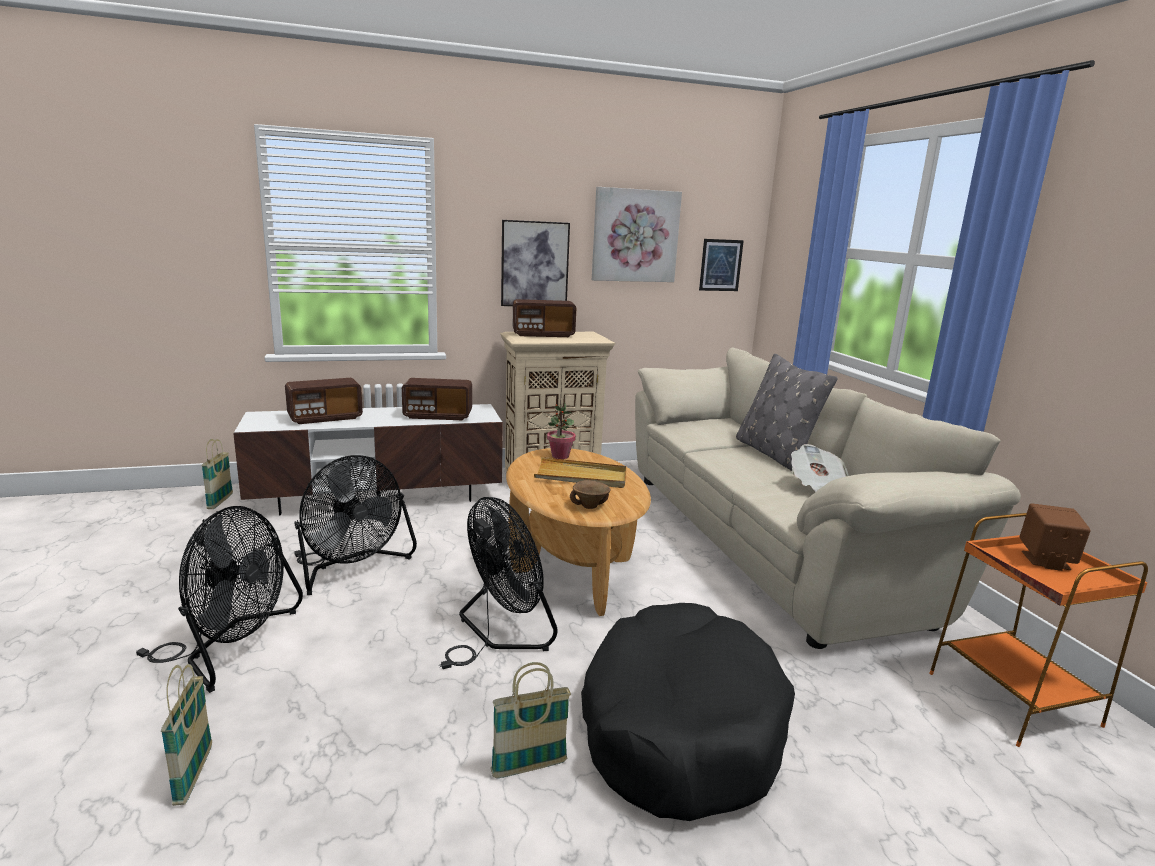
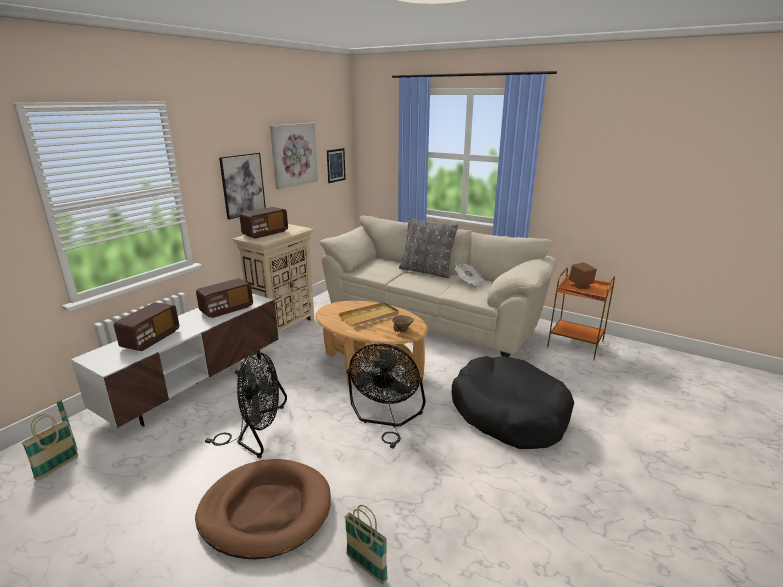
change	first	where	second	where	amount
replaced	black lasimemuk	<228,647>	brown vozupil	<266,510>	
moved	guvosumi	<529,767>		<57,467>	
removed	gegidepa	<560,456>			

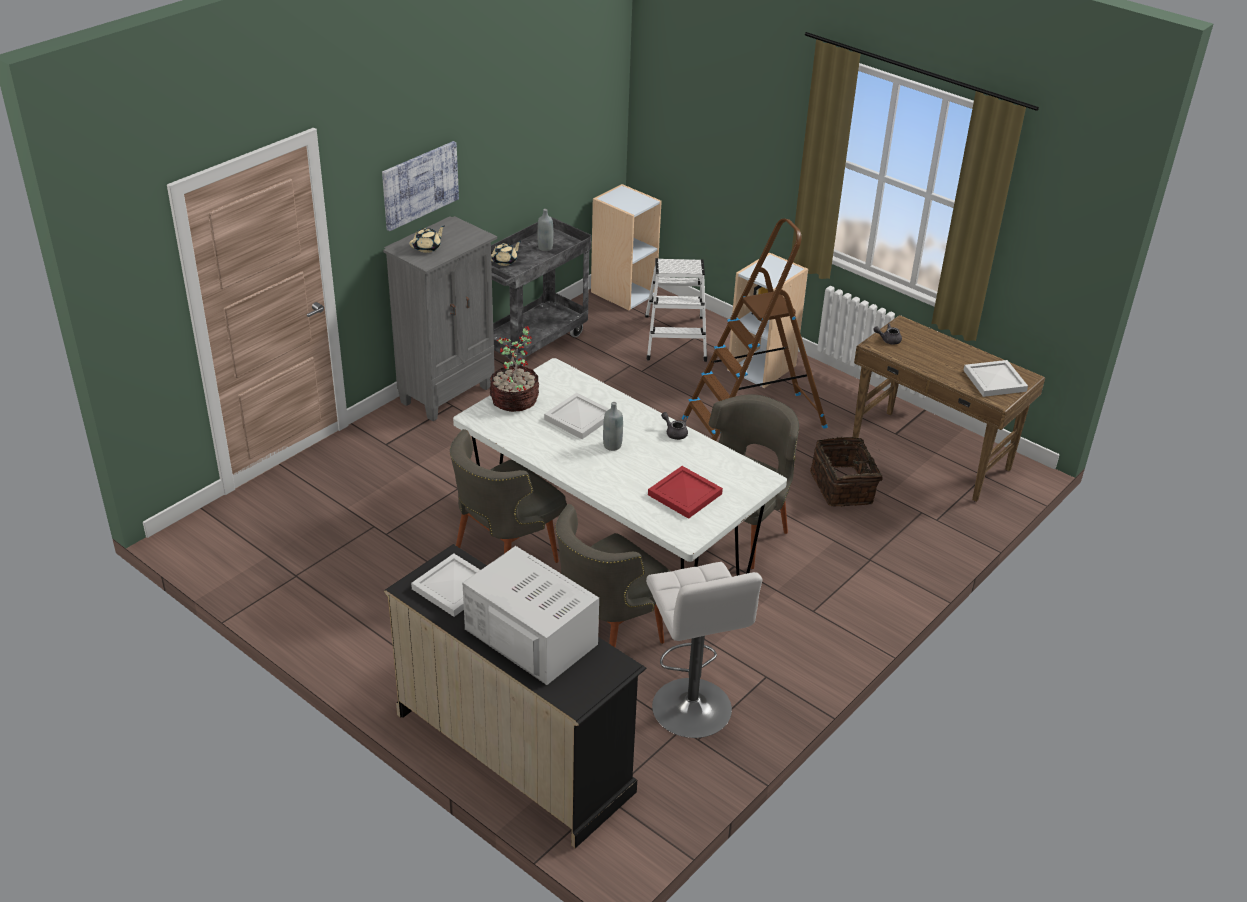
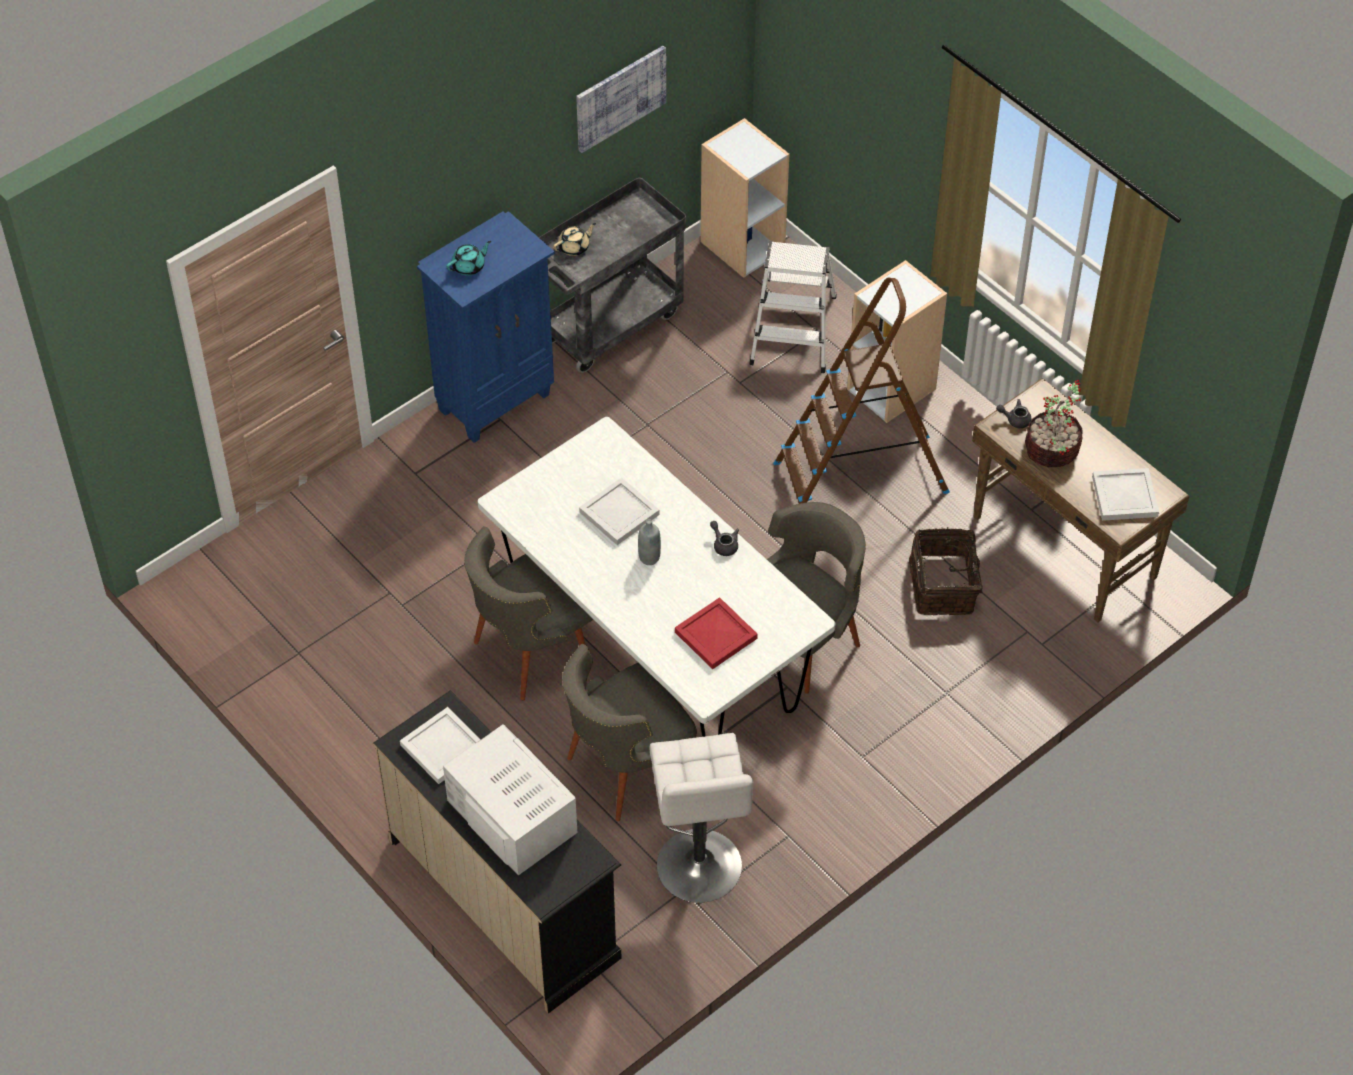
change	first	where	second	where	amount
moved	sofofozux	<420,185>		<620,97>	
recoloured	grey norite	<447,396>	blue norite	<496,404>	
recoloured	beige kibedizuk	<427,248>	turquoise kibedizuk	<469,266>	
moved	gegidepa	<514,401>		<1052,451>	
removed	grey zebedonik	<545,248>			

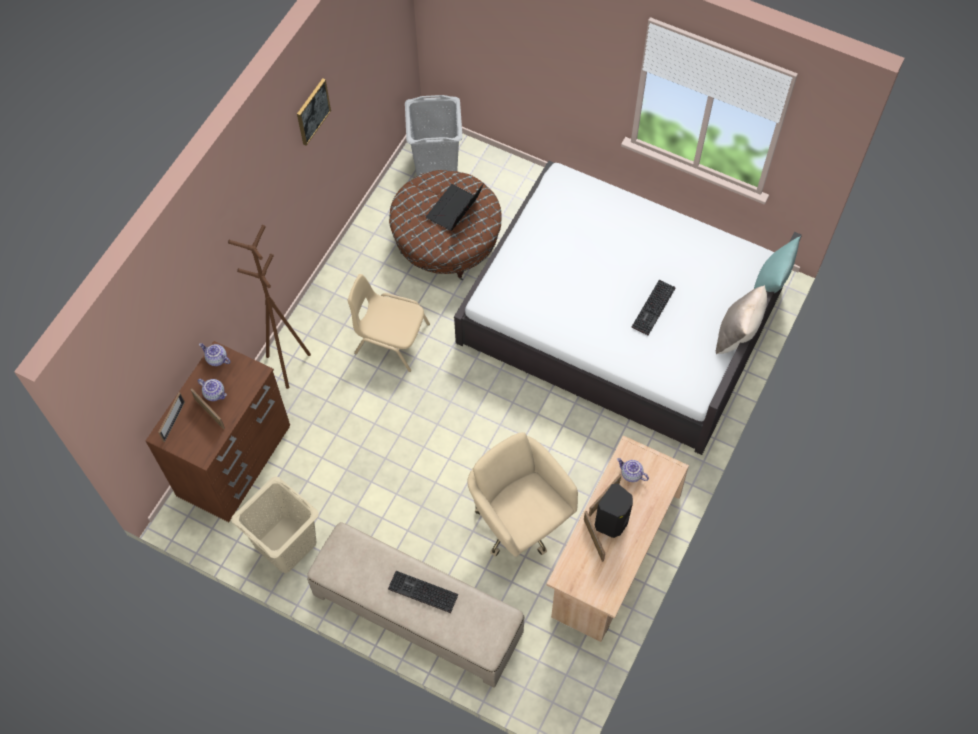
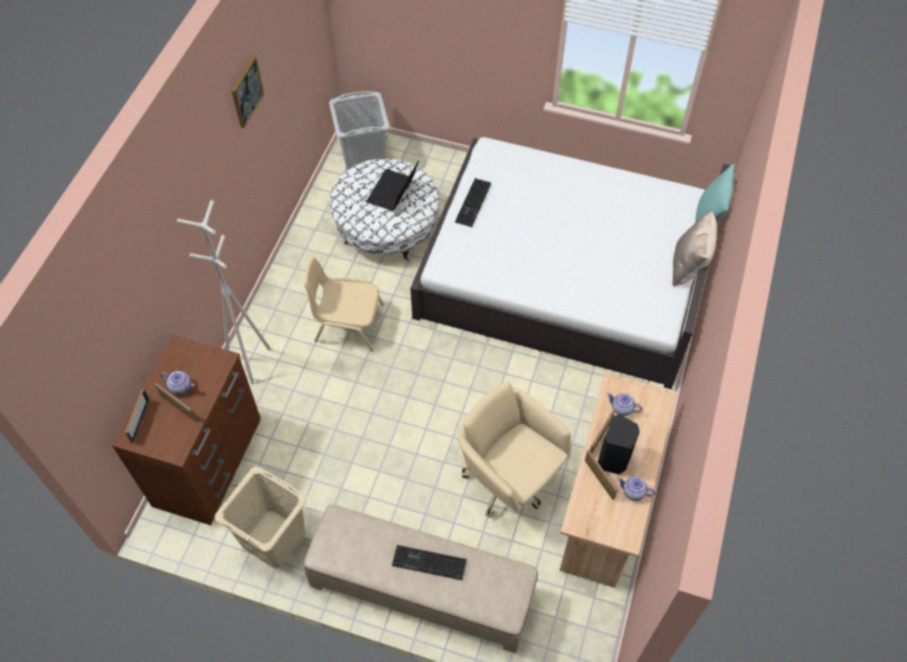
change	first	where	second	where	amount
moved	kibedizuk	<216,359>		<633,492>	
recoloured	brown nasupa	<288,365>	grey nasupa	<250,362>	
recoloured	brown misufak	<447,241>	white misufak	<387,227>	
moved	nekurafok	<654,309>		<474,204>	

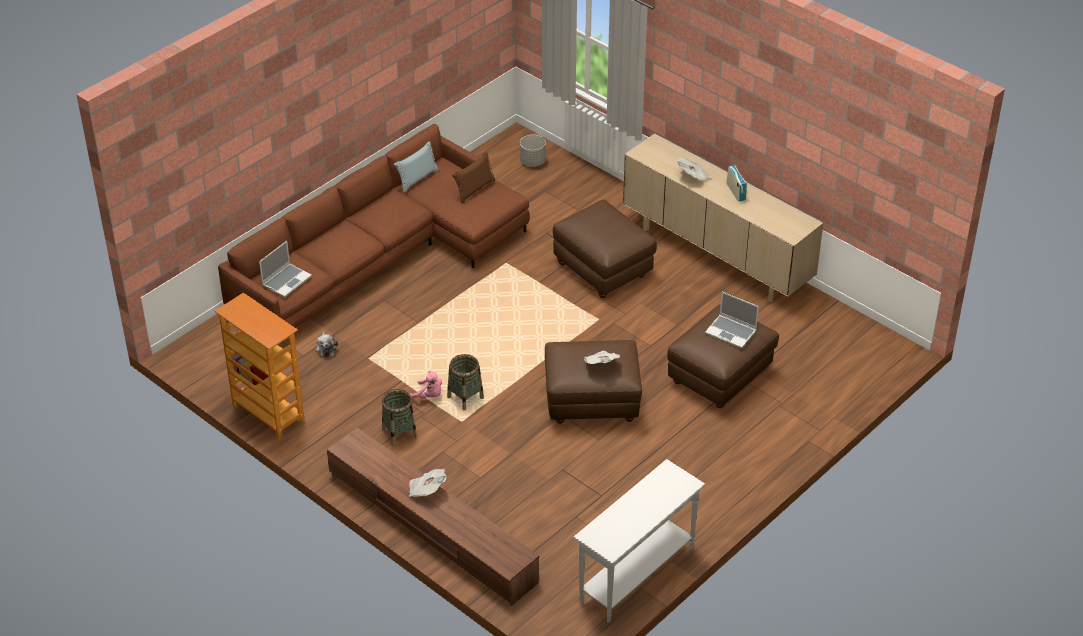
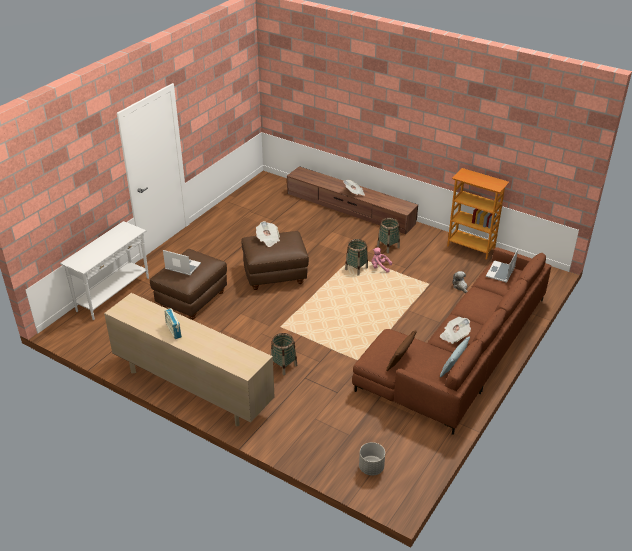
change	first	where	second	where	amount
replaced	brown misufak	<603,269>	guvosumi	<283,366>	
moved	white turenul	<637,576>		<113,294>	
moved	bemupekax	<693,176>		<454,336>	

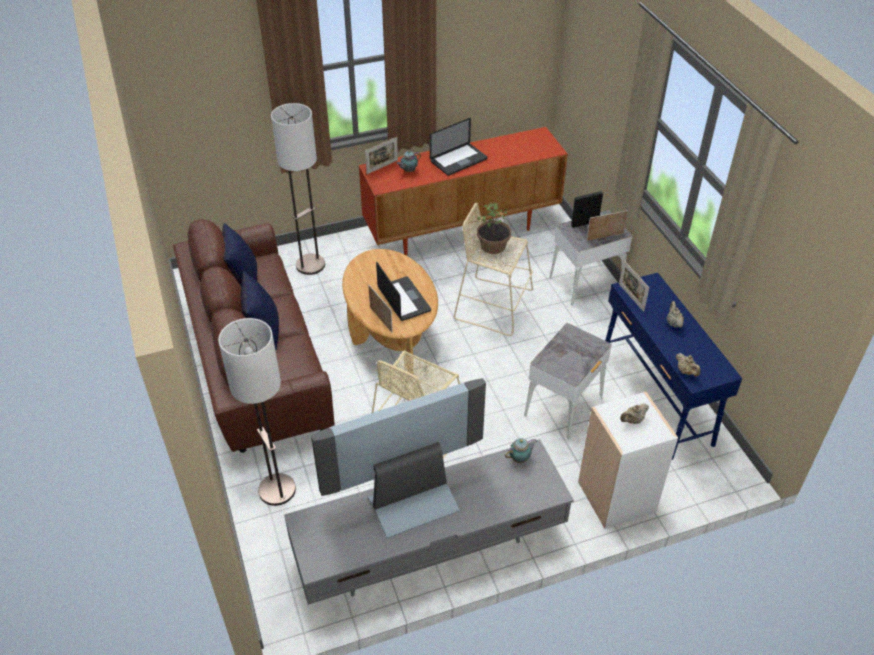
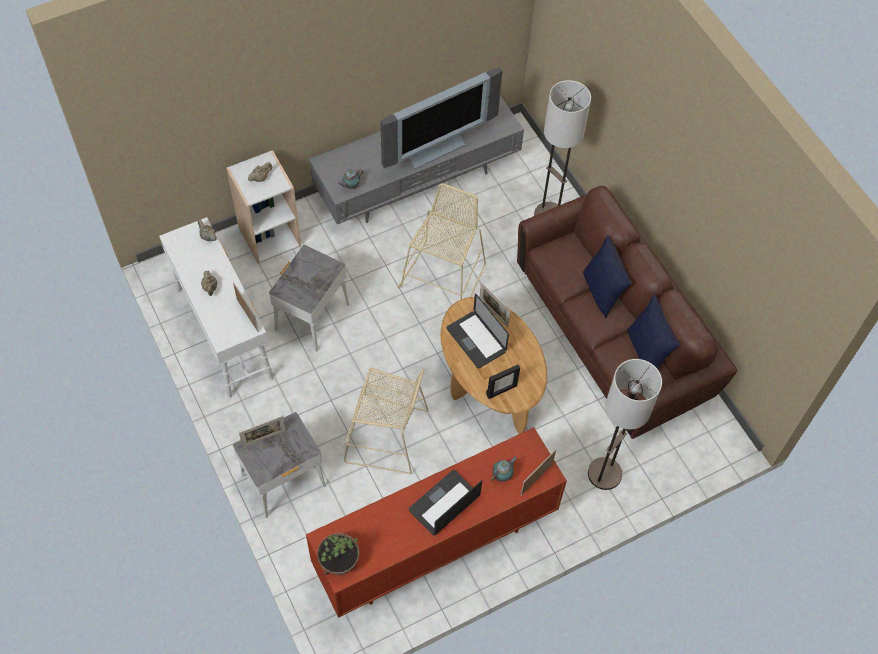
change	first	where	second	where	amount
moved	gegidepa	<493,246>		<339,560>	
moved	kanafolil	<585,224>		<501,390>	
recoloured	blue turenul	<654,400>	white turenul	<225,333>	

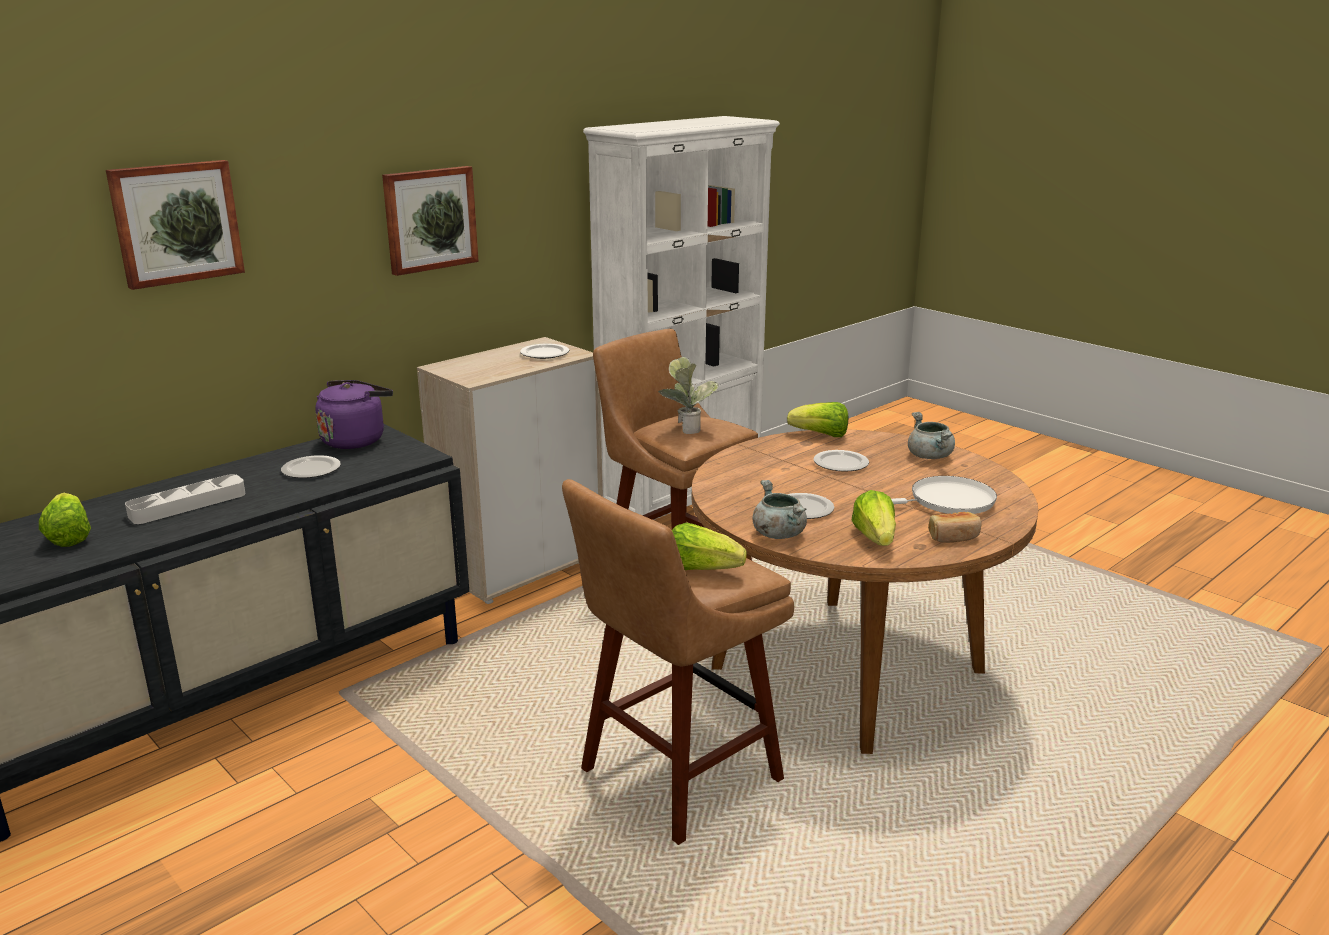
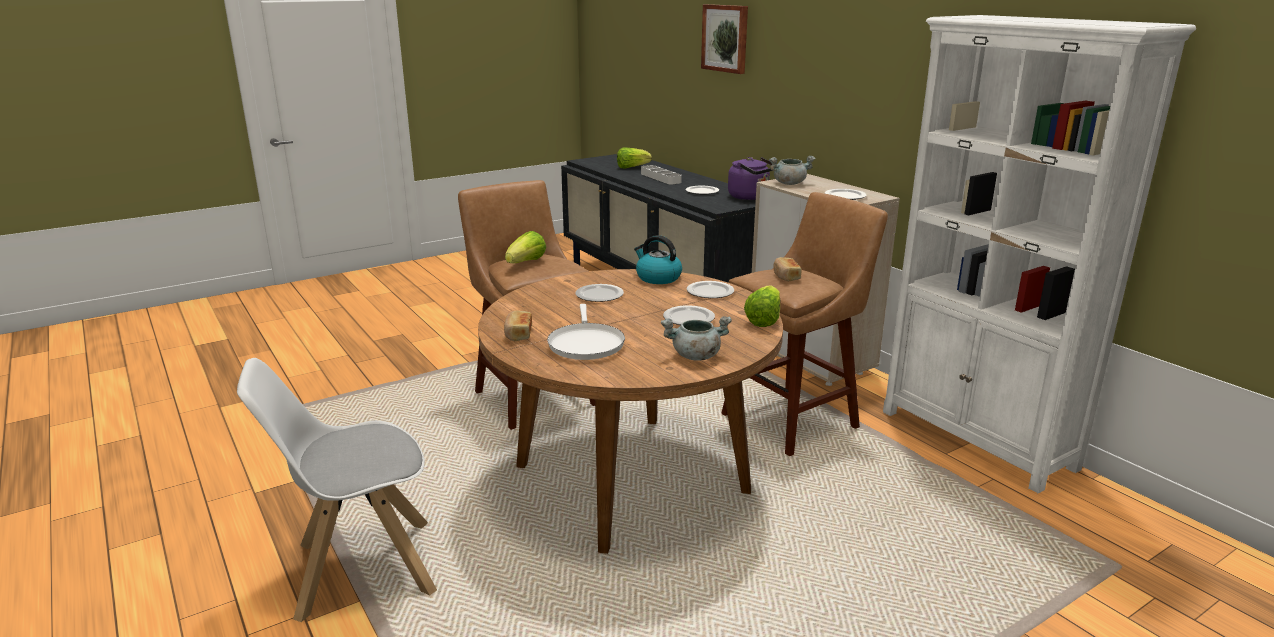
change	first	where	second	where	amount
removed	sofofozux	<429,219>			
replaced	gegidepa	<686,428>	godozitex	<785,276>	
moved	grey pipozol	<778,534>		<789,183>	
removed	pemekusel	<875,538>			
added			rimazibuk	<360,569>	
added			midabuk	<657,278>	
added			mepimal	<709,292>	

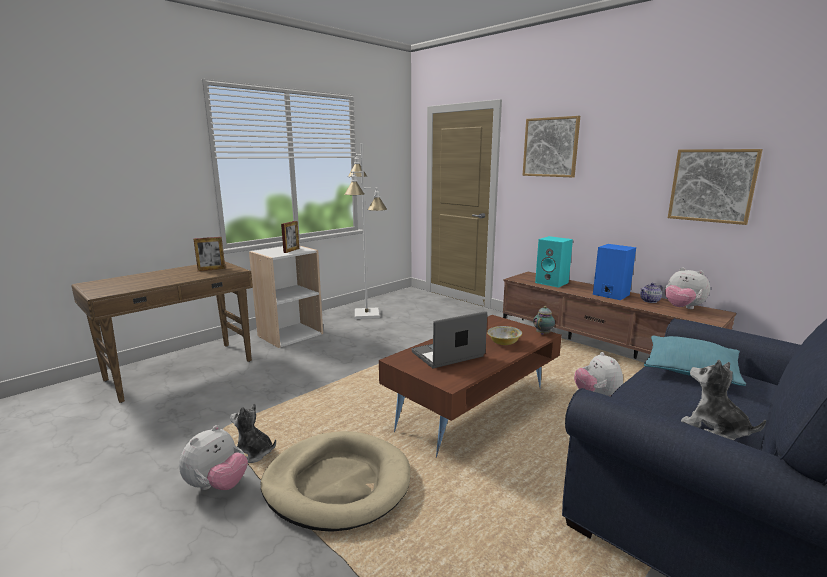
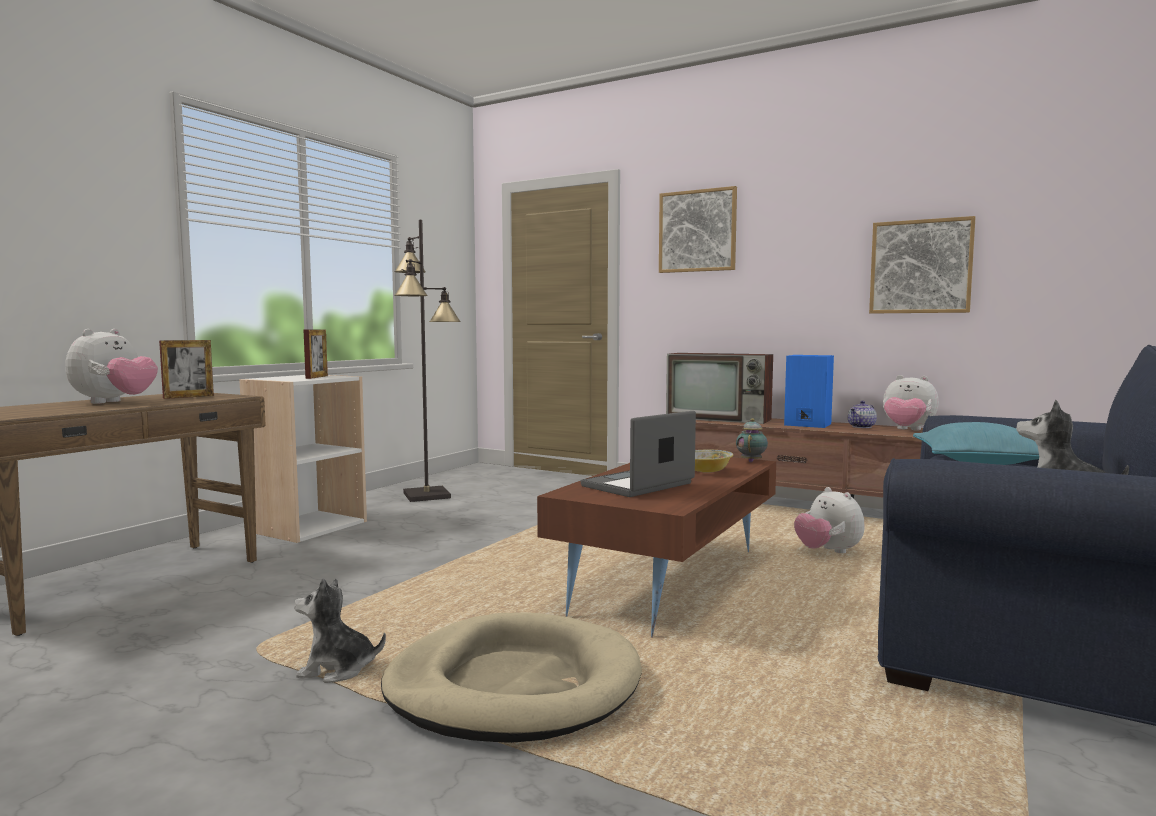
change	first	where	second	where	amount
moved	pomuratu	<217,485>		<114,402>	
recoloured	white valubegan	<367,314>	black valubegan	<427,495>	
replaced	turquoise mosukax	<552,283>	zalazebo	<720,419>	

